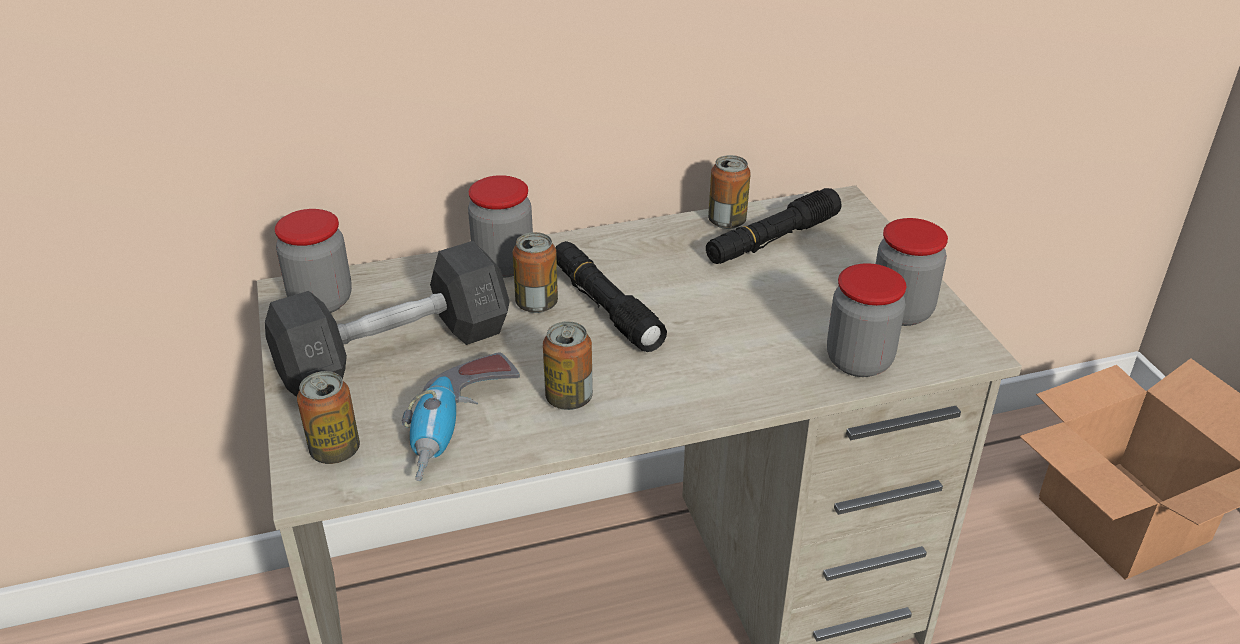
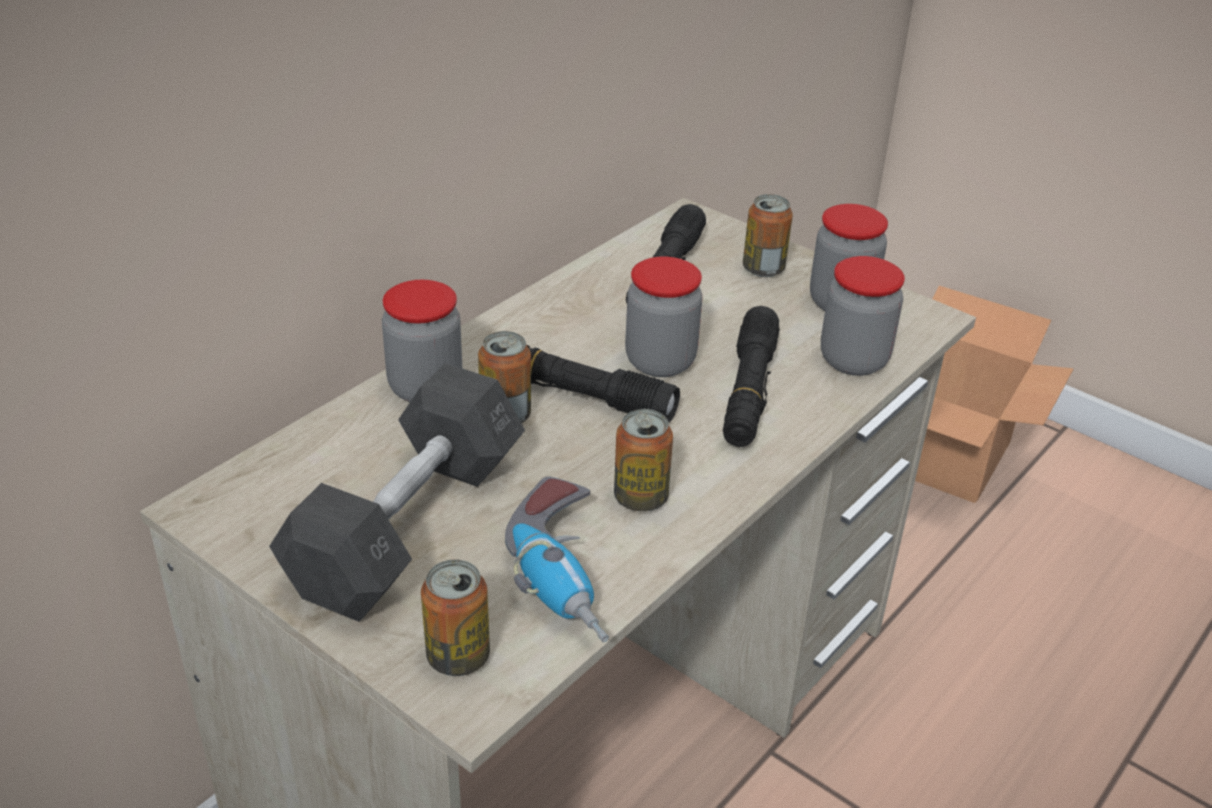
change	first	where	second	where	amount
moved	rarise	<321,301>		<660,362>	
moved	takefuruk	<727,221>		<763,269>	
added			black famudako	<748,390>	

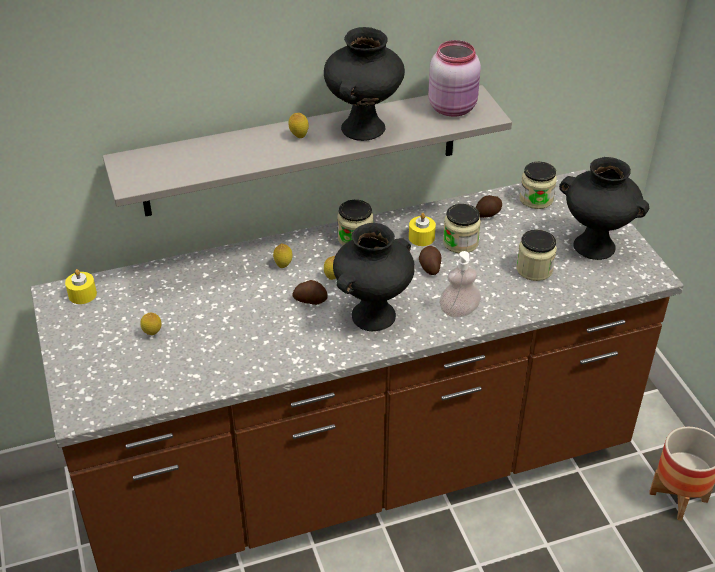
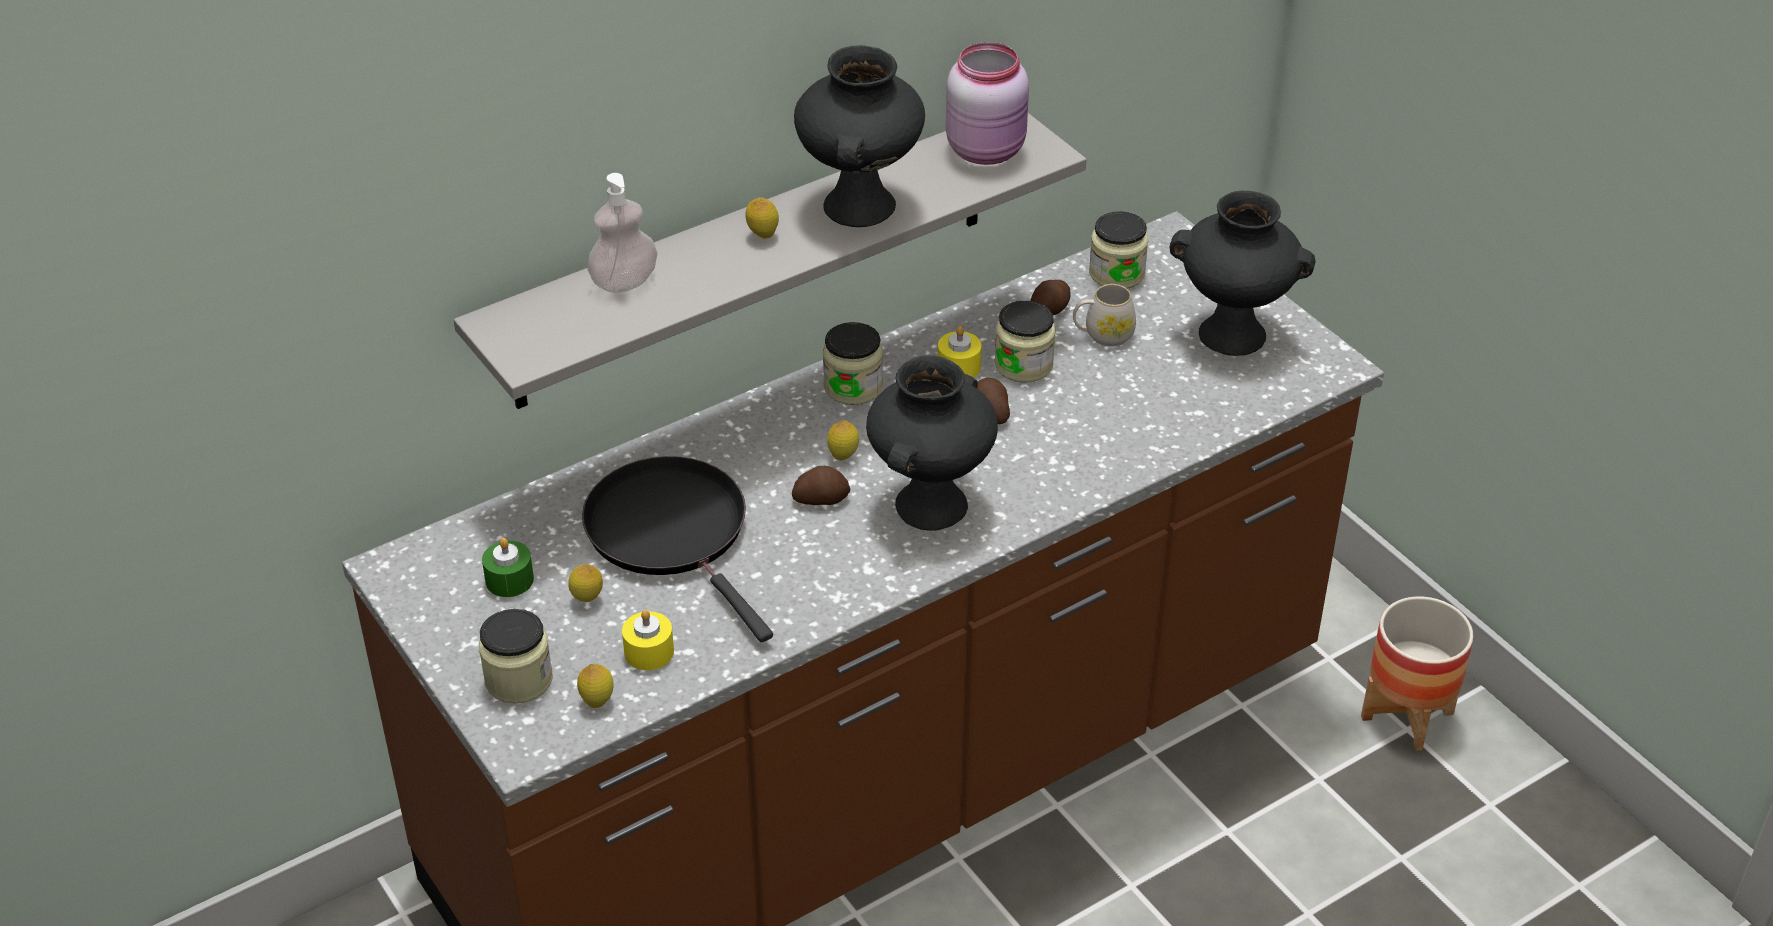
change	first	where	second	where	amount
moved	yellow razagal	<82,294>		<649,652>	
moved	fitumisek	<283,265>		<597,702>	
moved	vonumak	<459,311>		<624,282>	
moved	rarise	<534,269>		<519,679>	
added			green razagal	<509,580>	
added			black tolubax	<673,533>	
added			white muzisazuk	<1103,335>	

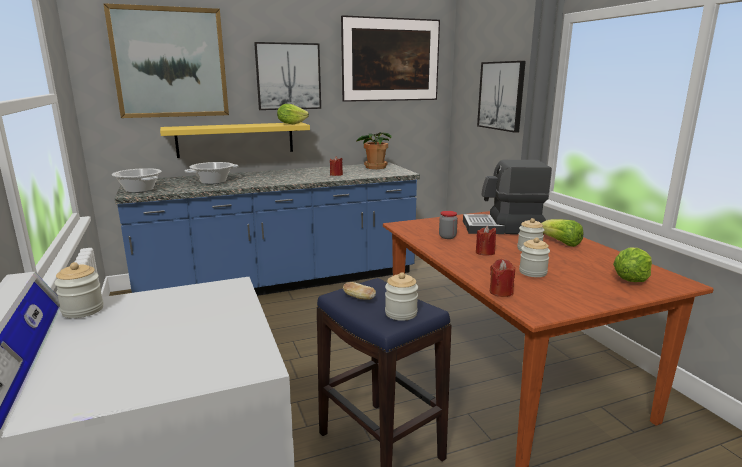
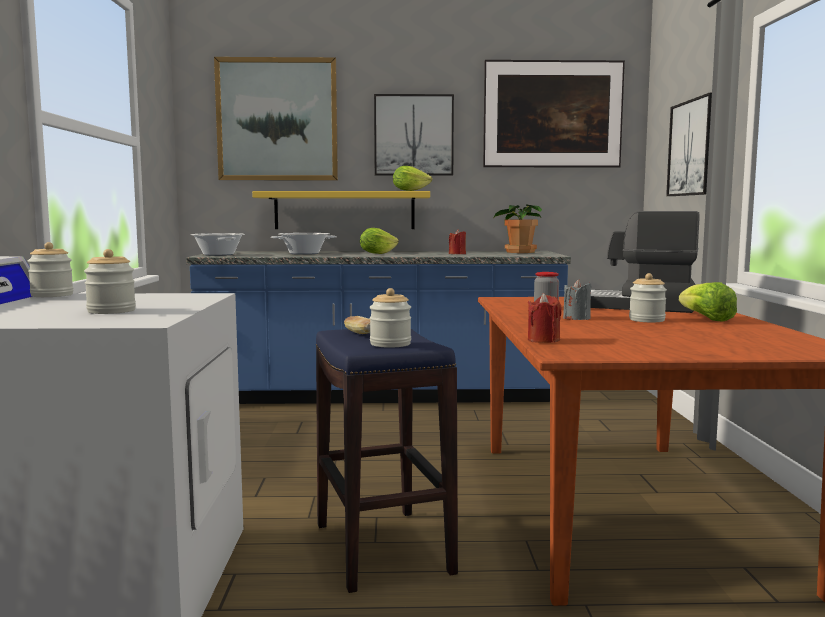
change	first	where	second	where	amount
recoloured	red razagal	<485,252>	grey razagal	<576,318>	
moved	rarise	<533,272>		<111,311>	
moved	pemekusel	<631,279>		<377,253>	

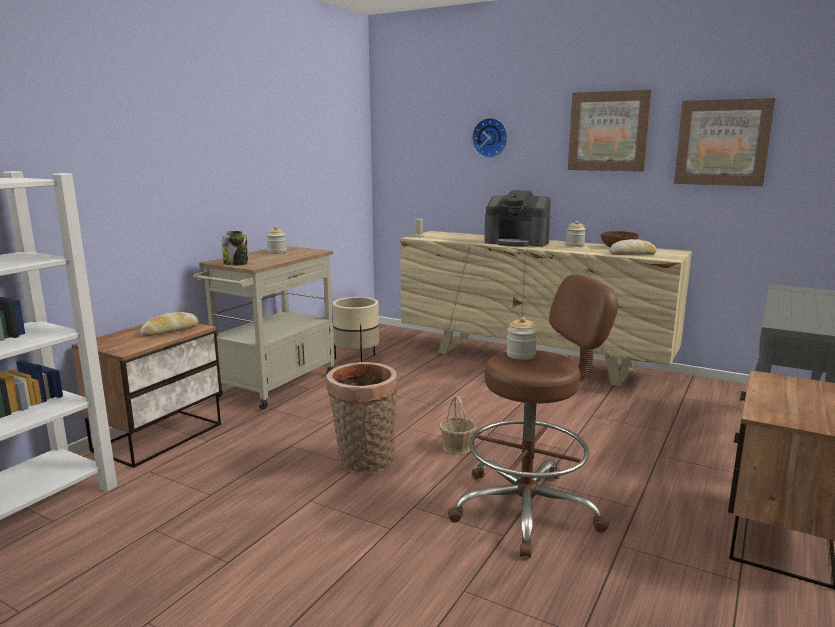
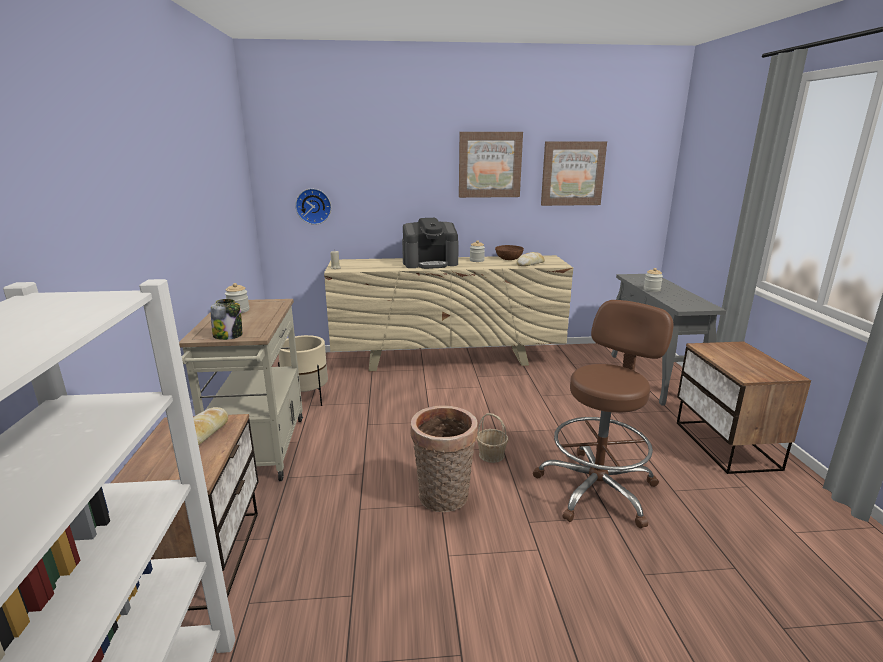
change	first	where	second	where	amount
moved	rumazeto	<490,138>		<313,206>	
moved	rarise	<521,355>		<652,289>	

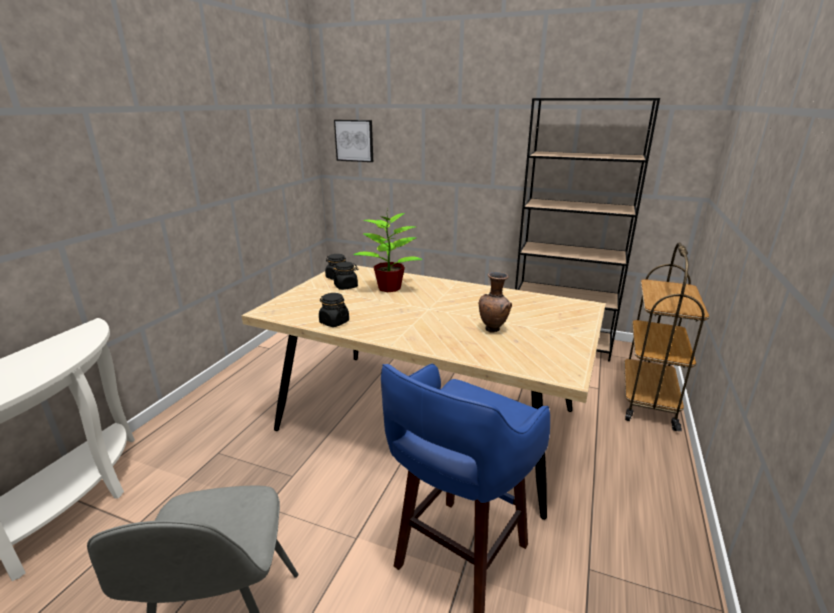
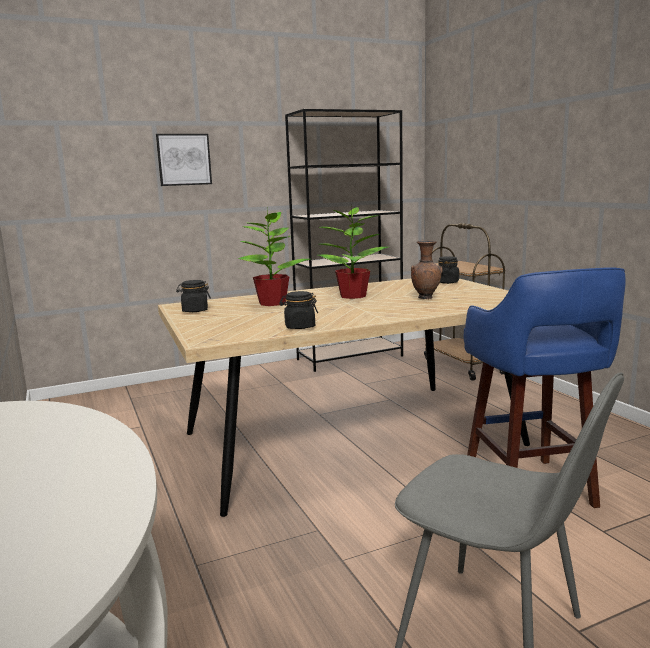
change	first	where	second	where	amount
moved	black rarise	<346,286>		<447,282>	
moved	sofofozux	<354,140>		<184,159>	
added			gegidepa	<352,296>	

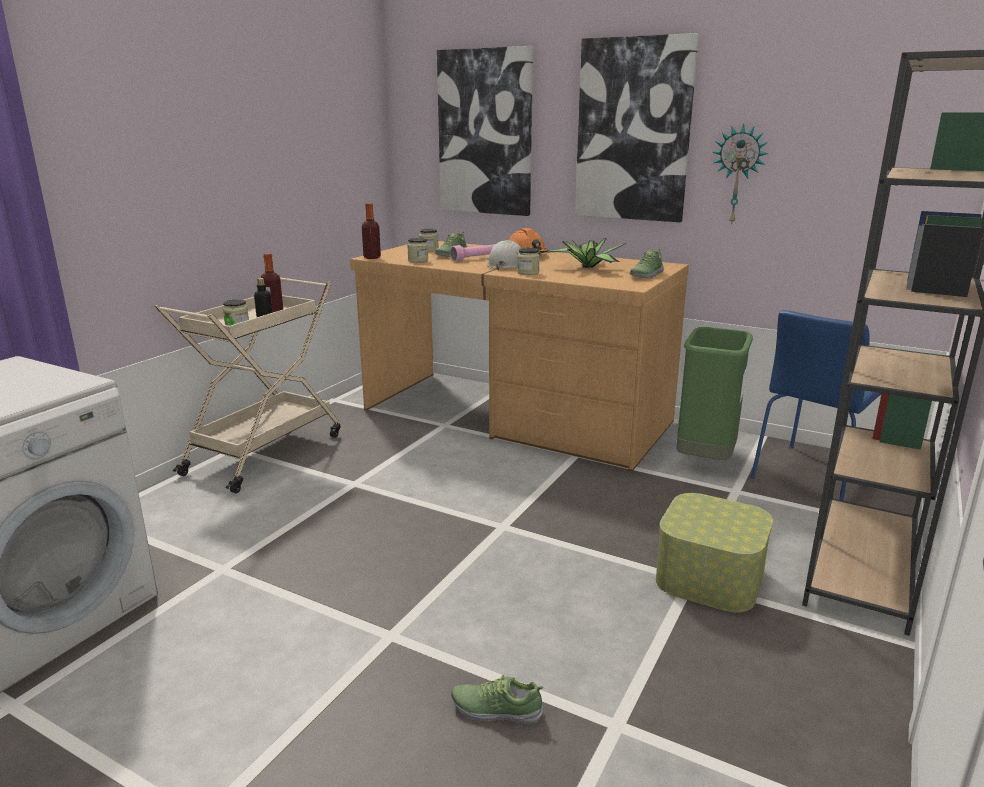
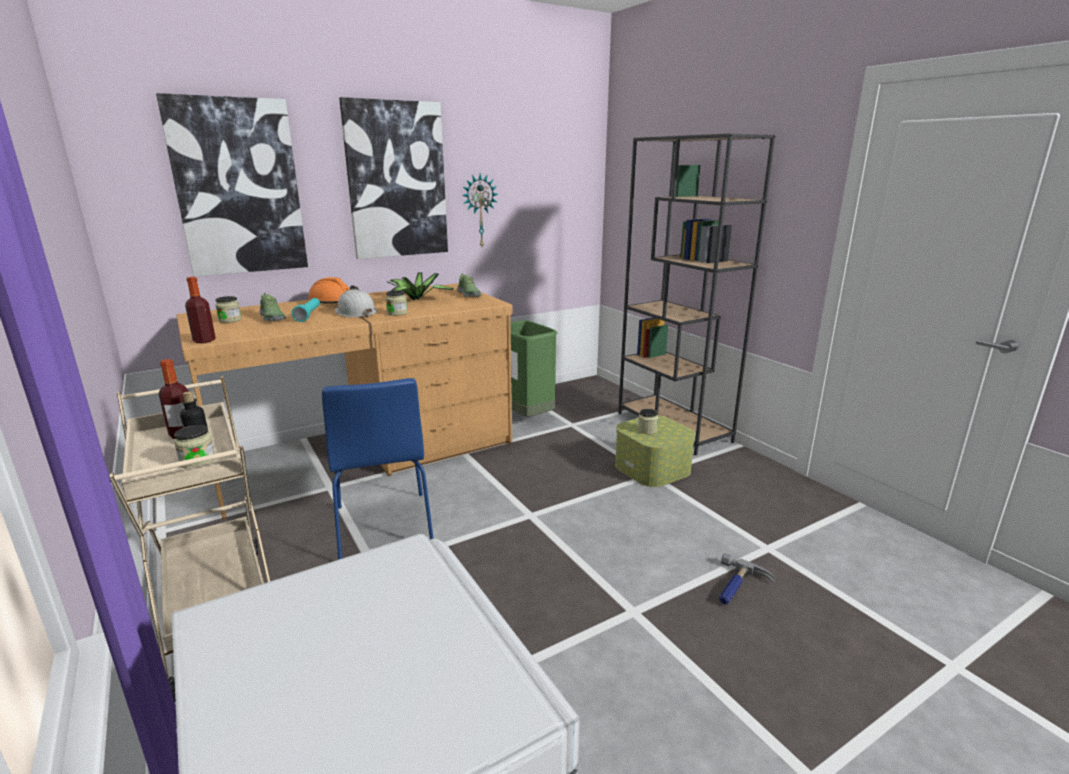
change	first	where	second	where	amount
moved	rarise	<418,261>		<647,430>	
recoloured	pink famudako	<475,258>	turquoise famudako	<308,315>	
replaced	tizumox	<496,709>	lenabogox	<738,587>	
moved	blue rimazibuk	<812,477>		<384,529>	

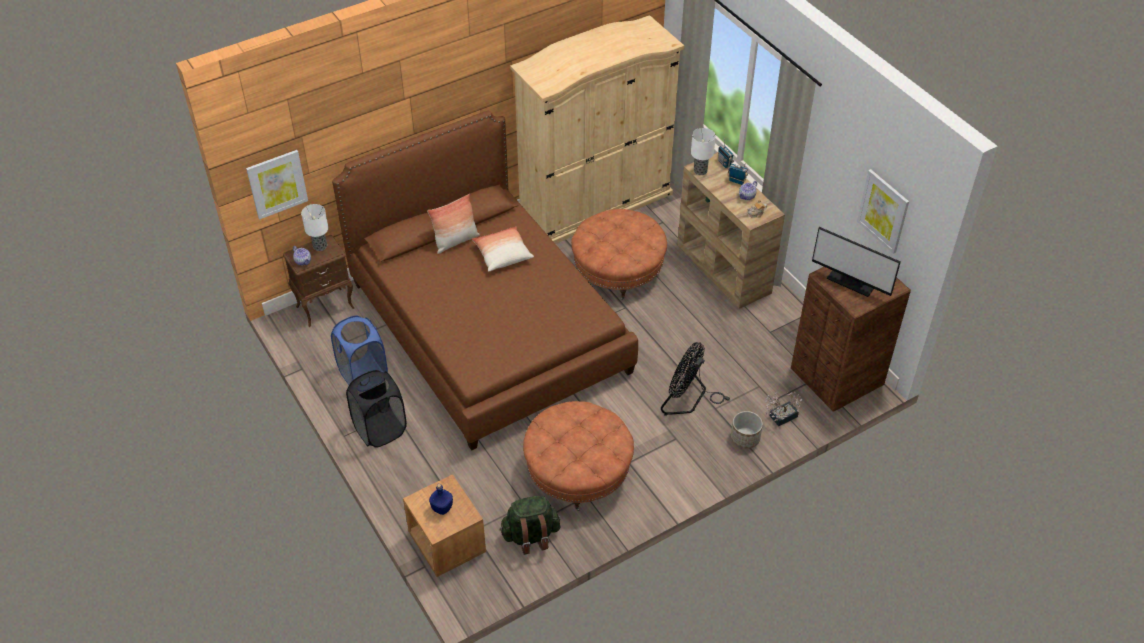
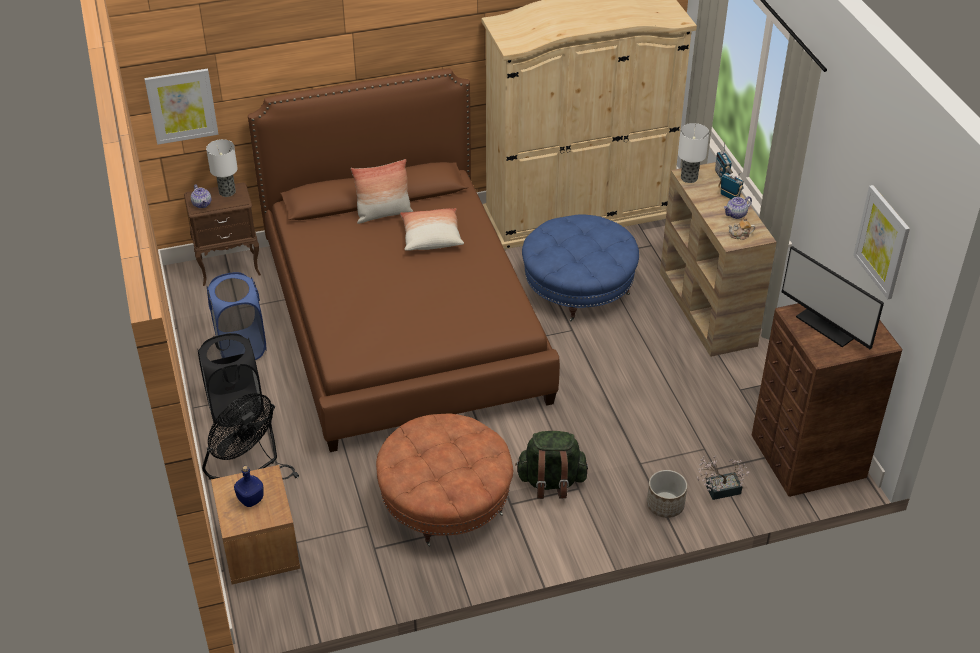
change	first	where	second	where	amount
moved	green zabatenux	<531,536>		<551,482>	
recoloured	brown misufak	<618,270>	blue misufak	<578,288>	
moved	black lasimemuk	<691,396>		<254,463>	

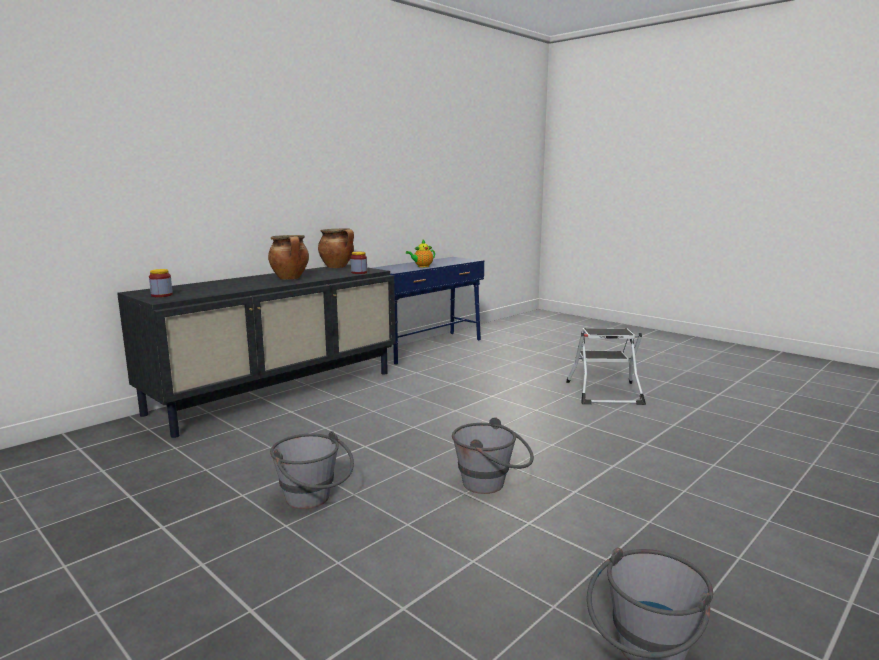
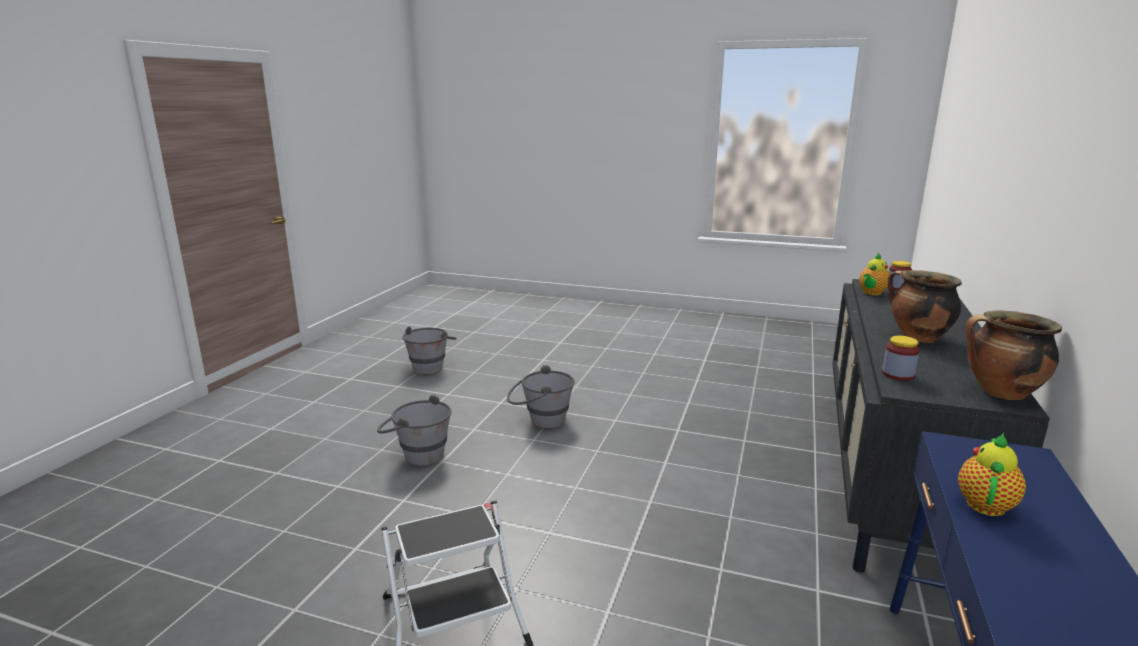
change	first	where	second	where	amount
moved	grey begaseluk	<313,501>		<417,454>	
added			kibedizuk	<871,293>	

